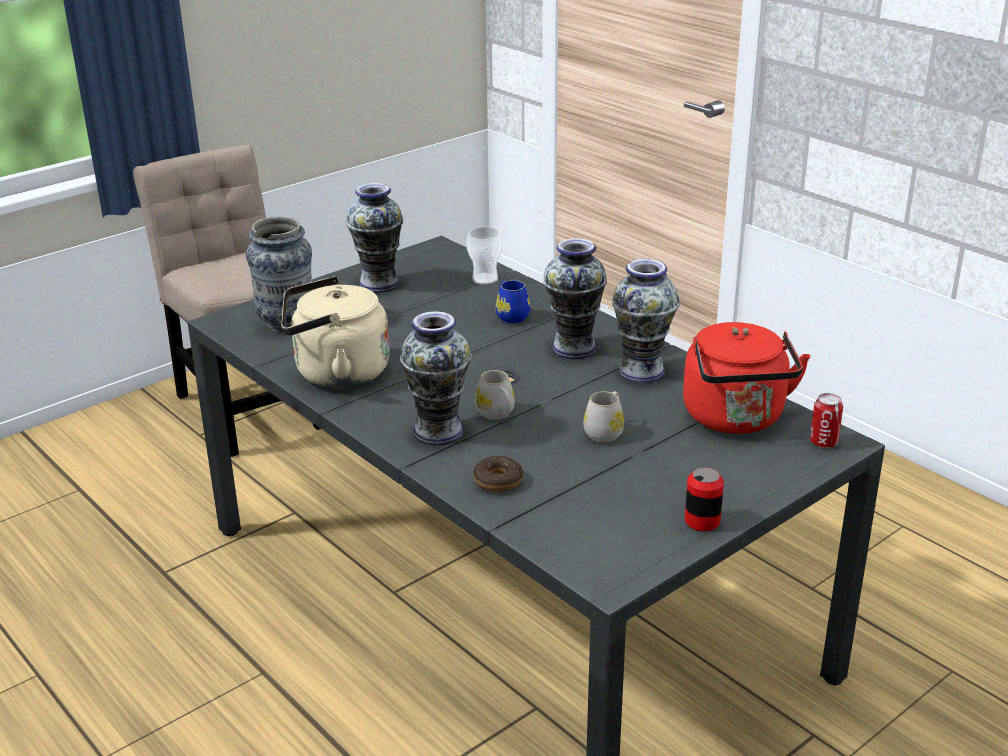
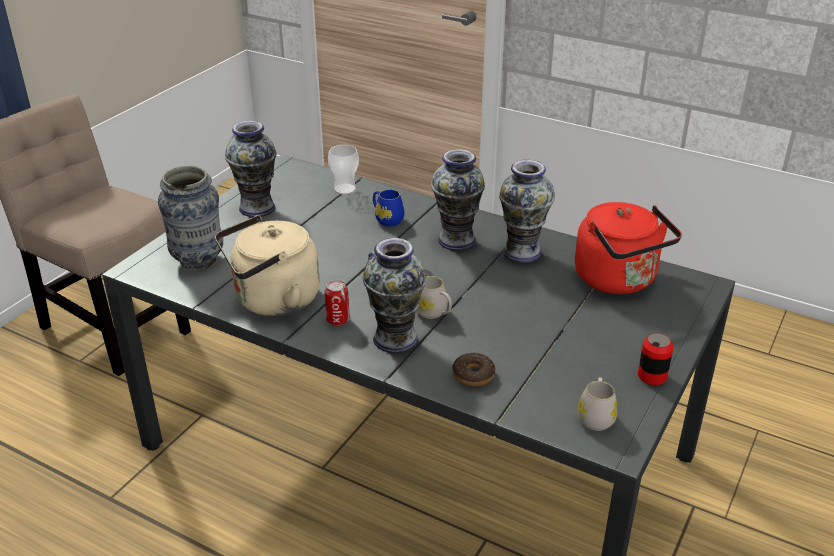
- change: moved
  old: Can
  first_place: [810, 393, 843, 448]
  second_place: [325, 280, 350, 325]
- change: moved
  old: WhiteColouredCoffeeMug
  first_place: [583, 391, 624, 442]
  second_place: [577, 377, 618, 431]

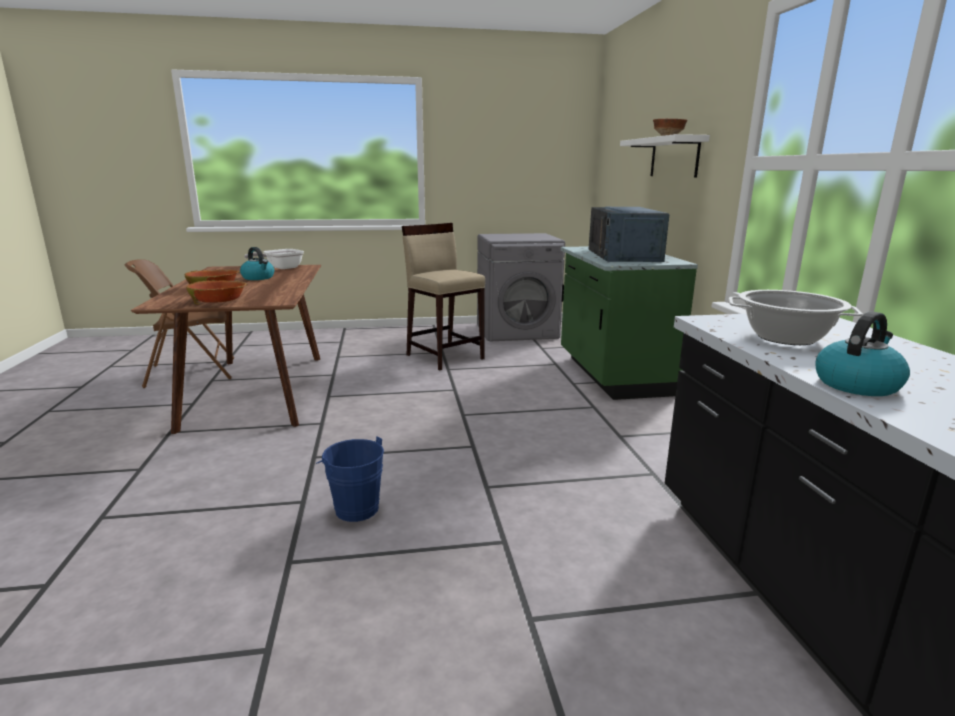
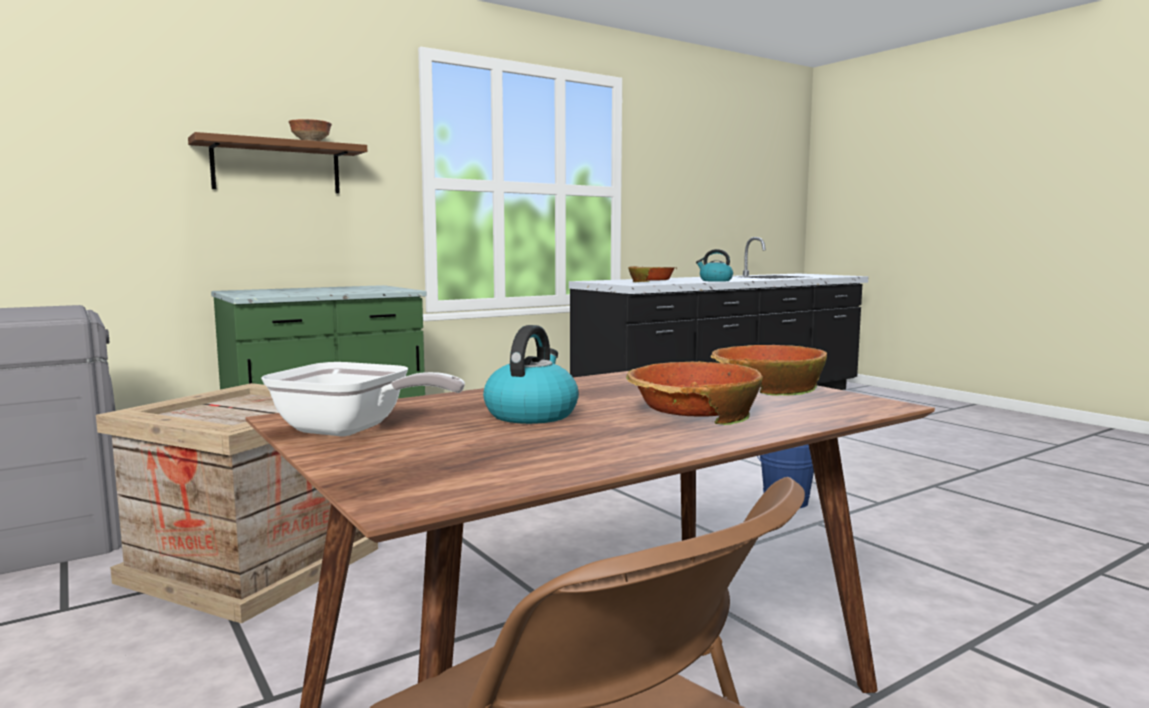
- change: replaced
  old: SandColouredStool
  new: PackingCrate
  first_place: [402, 223, 485, 370]
  second_place: [96, 383, 378, 623]
- change: recoloured
  old: WhiteColouredBracketShelf
  new: BrownishBracketShelf
  first_place: [620, 134, 710, 177]
  second_place: [188, 132, 367, 194]
- change: replaced
  old: CookingPot
  new: DeepDish
  first_place: [729, 290, 863, 345]
  second_place: [628, 266, 677, 282]
- change: removed
  old: BlueKitchenMicrowave
  first_place: [588, 207, 670, 262]

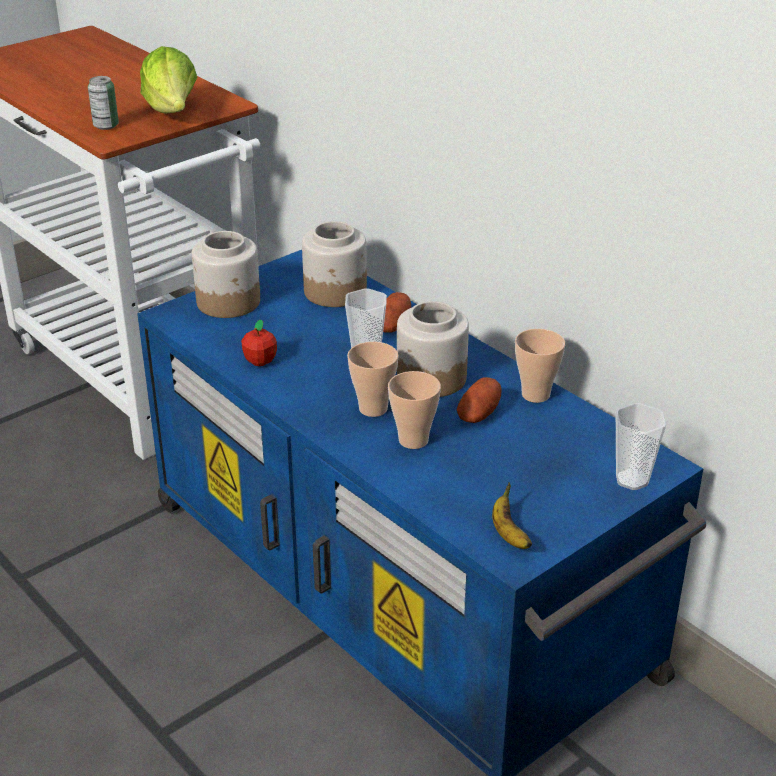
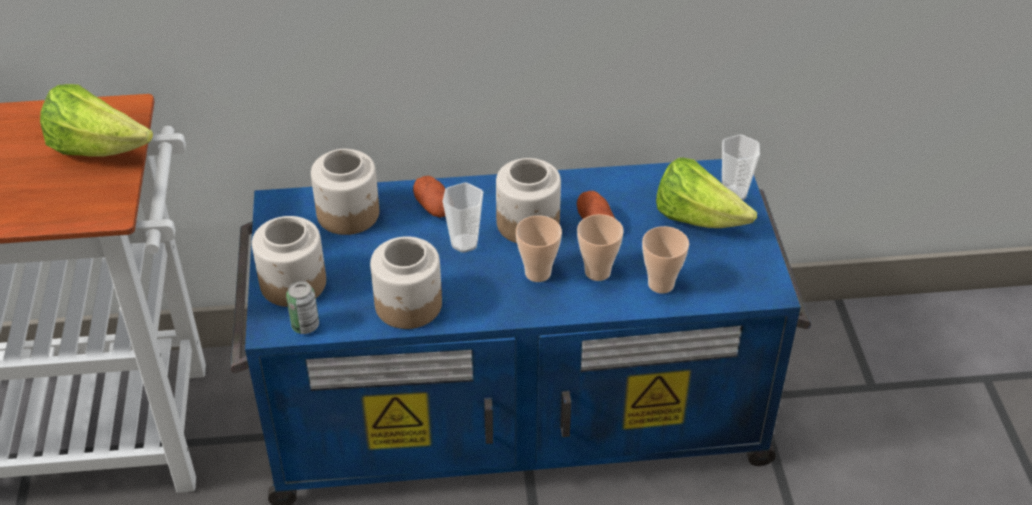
- change: moved
  old: Can
  first_place: [88, 76, 119, 130]
  second_place: [286, 281, 319, 334]
- change: replaced
  old: Apple
  new: Jar
  first_place: [241, 320, 277, 366]
  second_place: [370, 236, 442, 329]
- change: moved
  old: Cup
  first_place: [515, 329, 565, 403]
  second_place: [642, 226, 689, 293]
- change: added
  new: LettuceHead
  second_place: [656, 158, 757, 228]
- change: removed
  old: WholeBanana
  first_place: [492, 482, 532, 549]

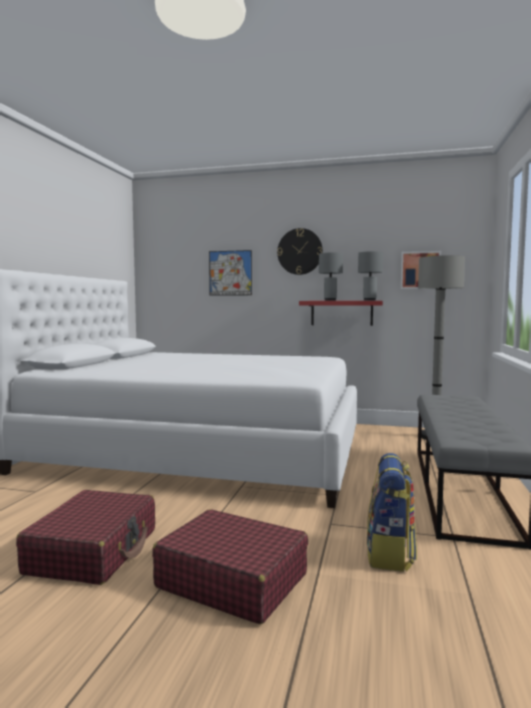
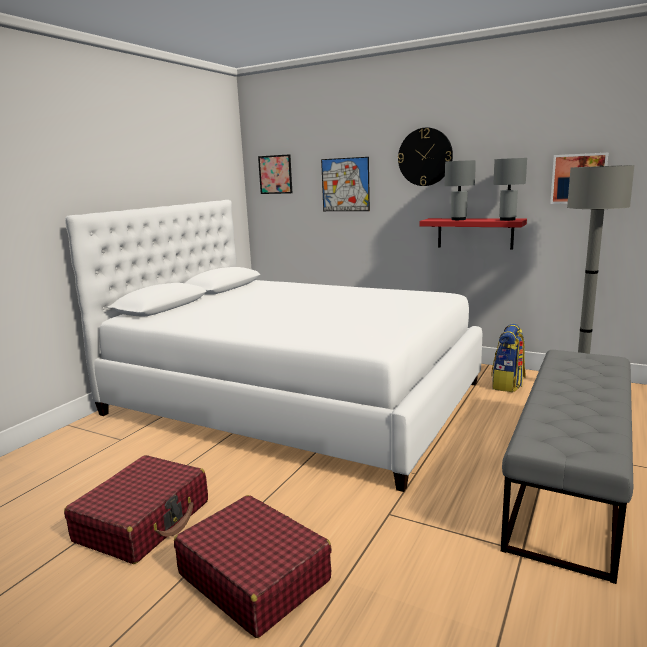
- change: added
  new: Picture
  second_place: [258, 154, 292, 194]
- change: moved
  old: Backpack
  first_place: [367, 453, 417, 572]
  second_place: [491, 324, 526, 392]

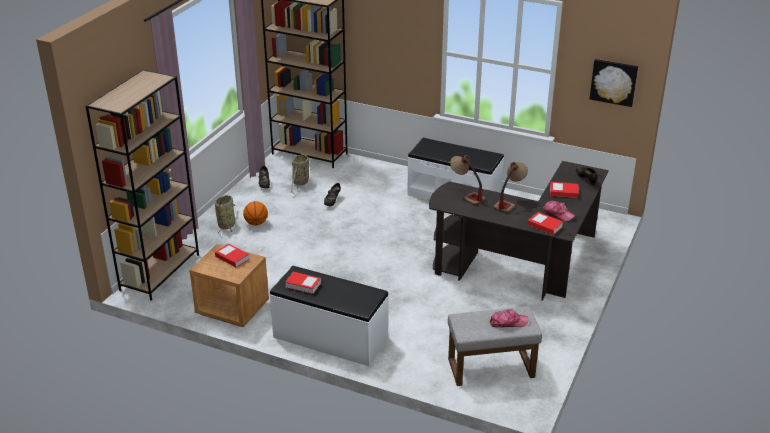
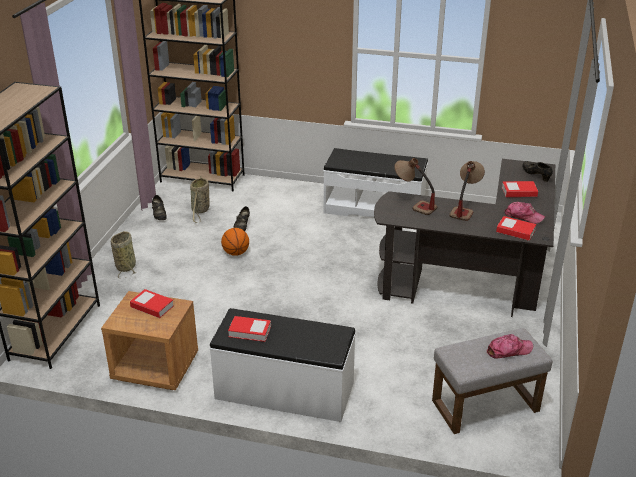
- change: moved
  old: Basketball
  first_place: [243, 201, 268, 226]
  second_place: [221, 228, 249, 256]
- change: removed
  old: Picture
  first_place: [590, 59, 638, 107]

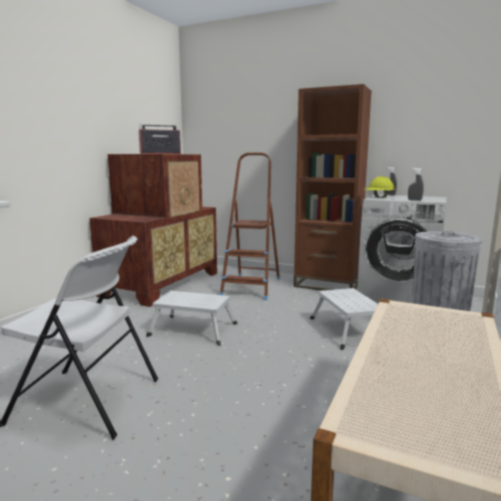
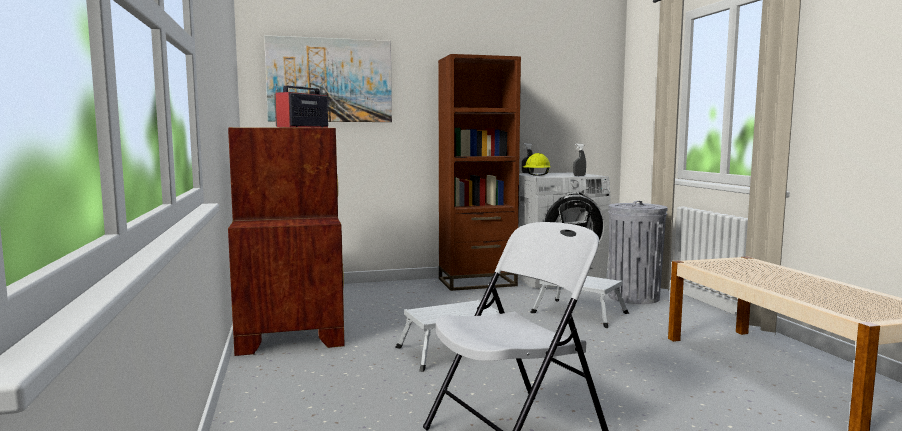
- change: added
  new: Picture
  second_place: [264, 35, 392, 122]
- change: removed
  old: BrownishStepStool
  first_place: [220, 153, 280, 300]

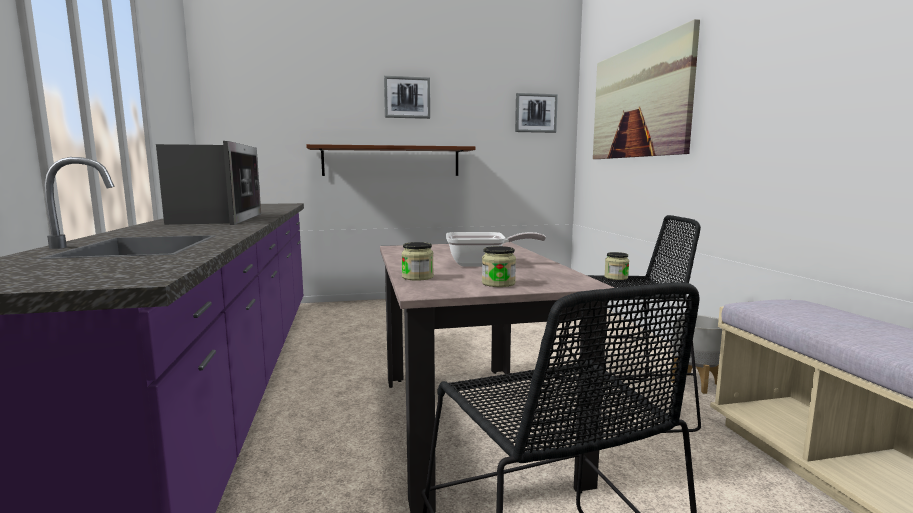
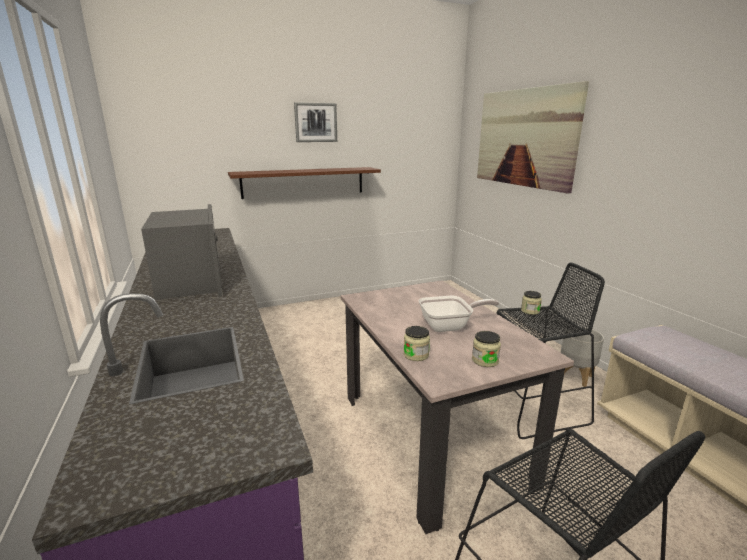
- change: removed
  old: Picture
  first_place: [515, 93, 558, 133]

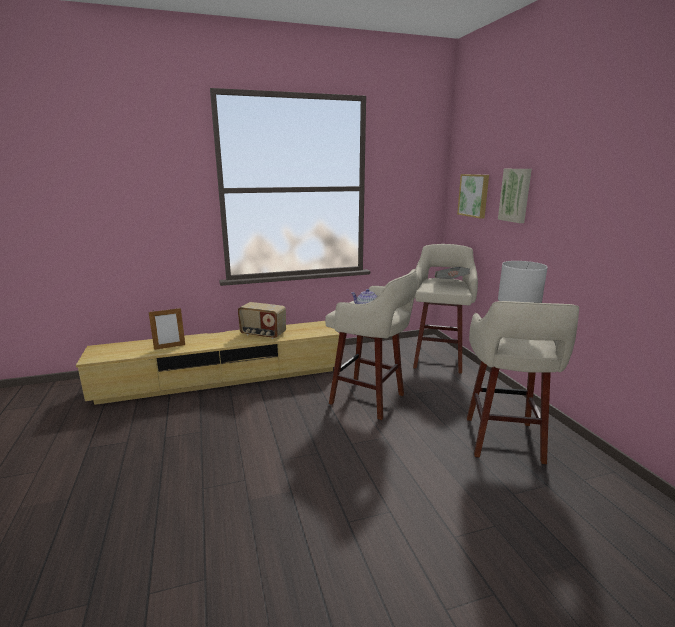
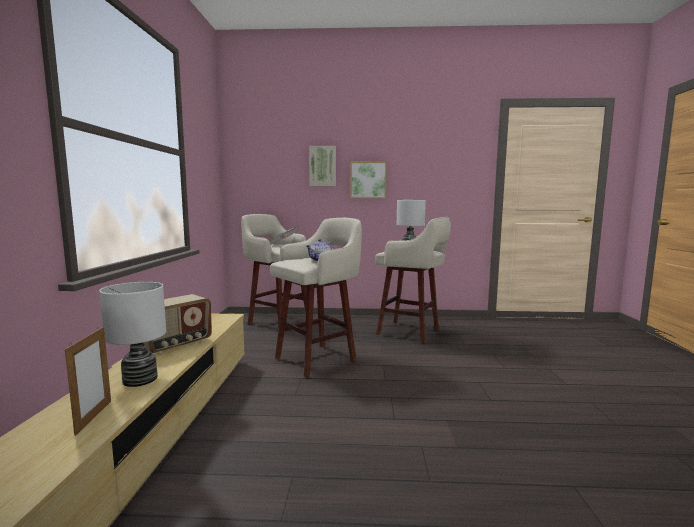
- change: added
  new: GrayTabletopLamp
  second_place: [99, 282, 166, 387]
- change: moved
  old: Picture
  first_place: [457, 174, 489, 219]
  second_place: [350, 162, 387, 198]

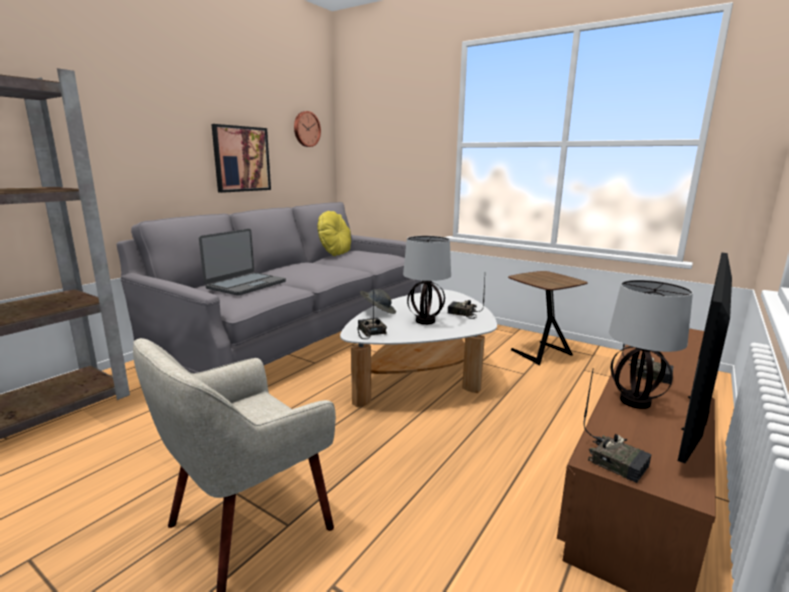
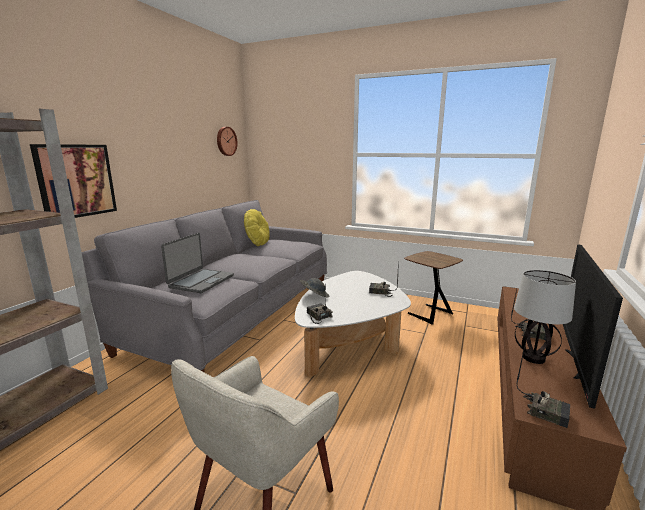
- change: moved
  old: Picture
  first_place: [211, 124, 271, 193]
  second_place: [30, 144, 117, 218]
- change: removed
  old: TabletopLamp
  first_place: [403, 236, 451, 325]

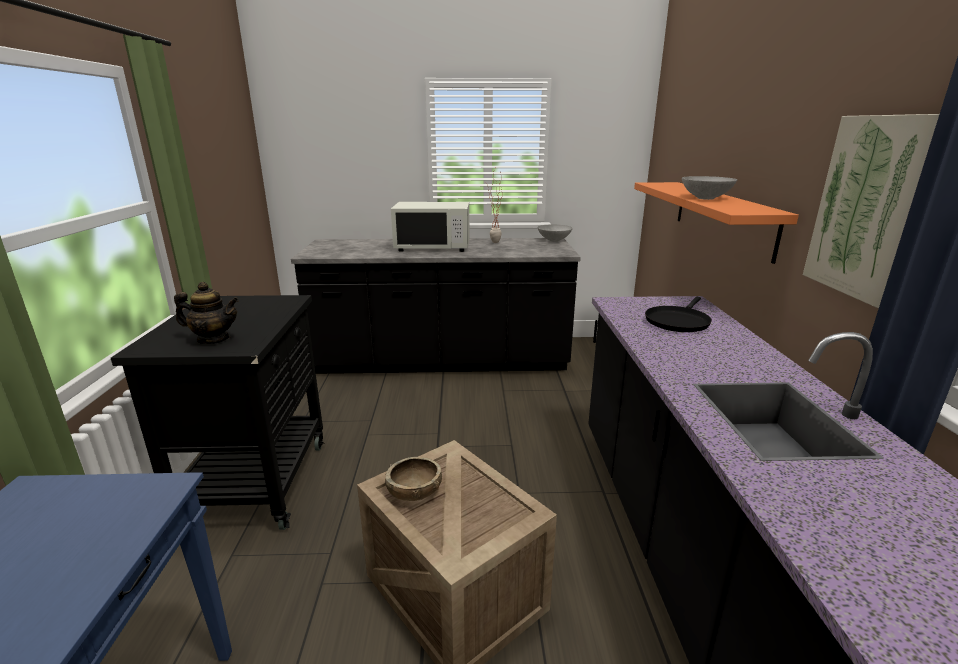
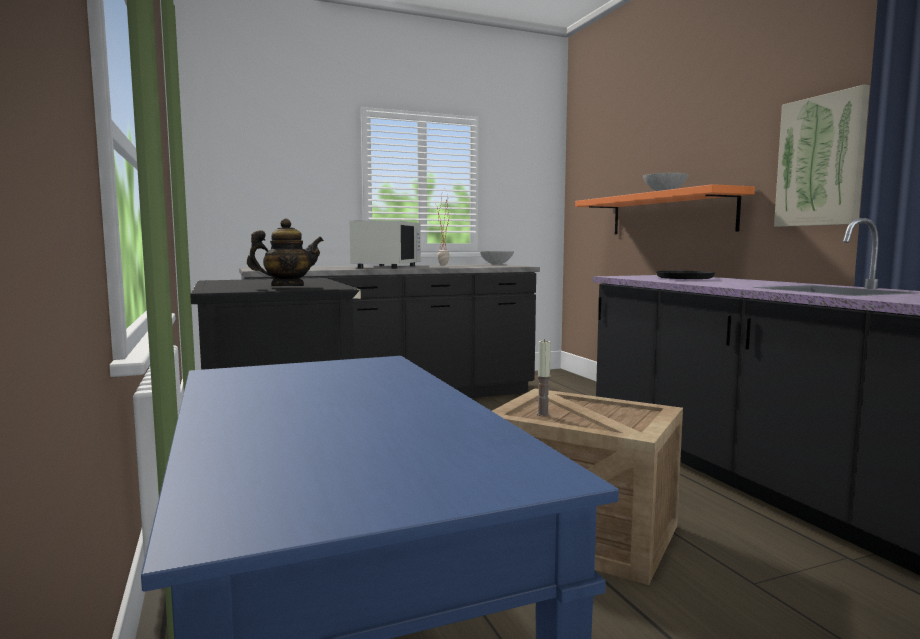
- change: turned
  old: WhiteColouredKitchenMicrowave
  first_place: [391, 202, 469, 252]
  second_place: [349, 220, 421, 269]
  degrees: -60
- change: replaced
  old: BrownishDeepDish
  new: WaxCandle
  first_place: [385, 457, 442, 501]
  second_place: [537, 339, 551, 417]

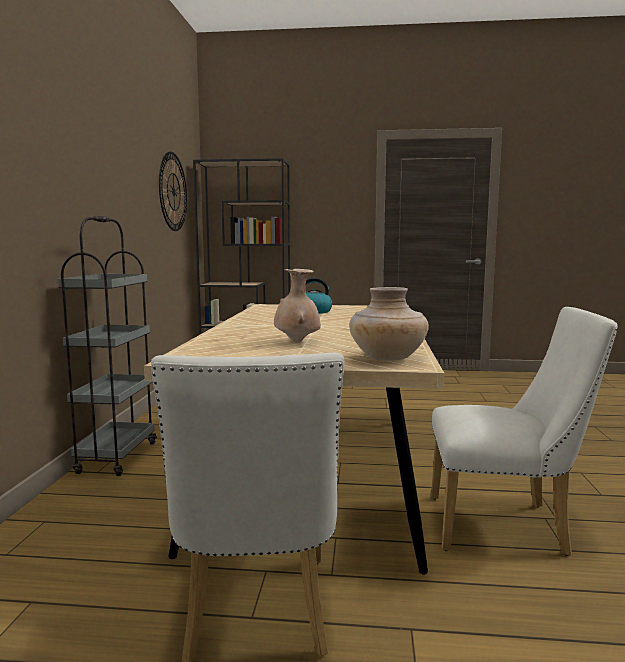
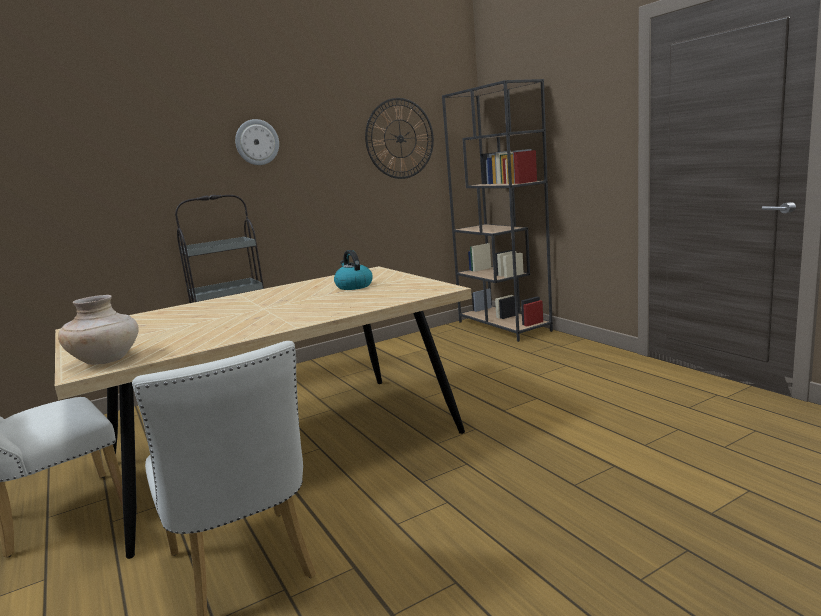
- change: added
  new: ClockOnTheWall
  second_place: [235, 119, 279, 165]
- change: removed
  old: SandColouredFlowerVase
  first_place: [274, 269, 321, 343]

